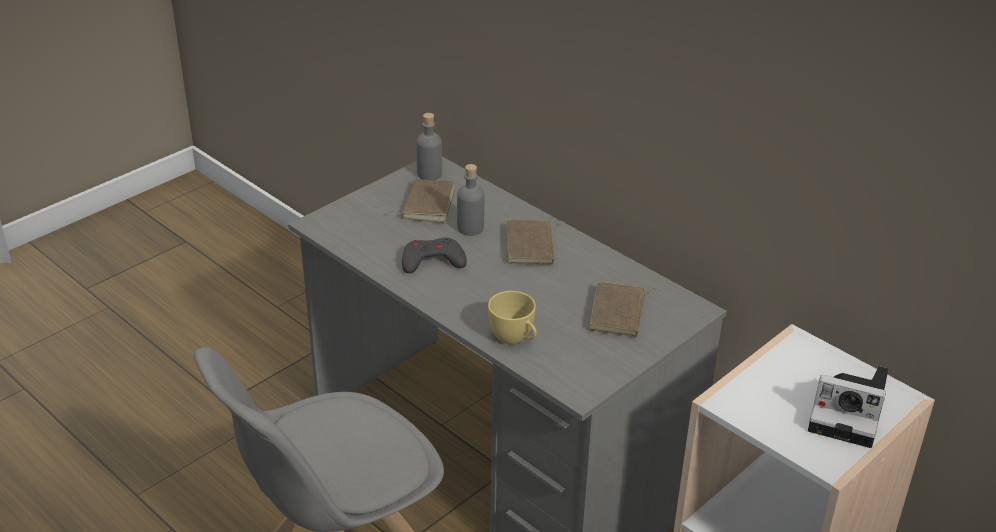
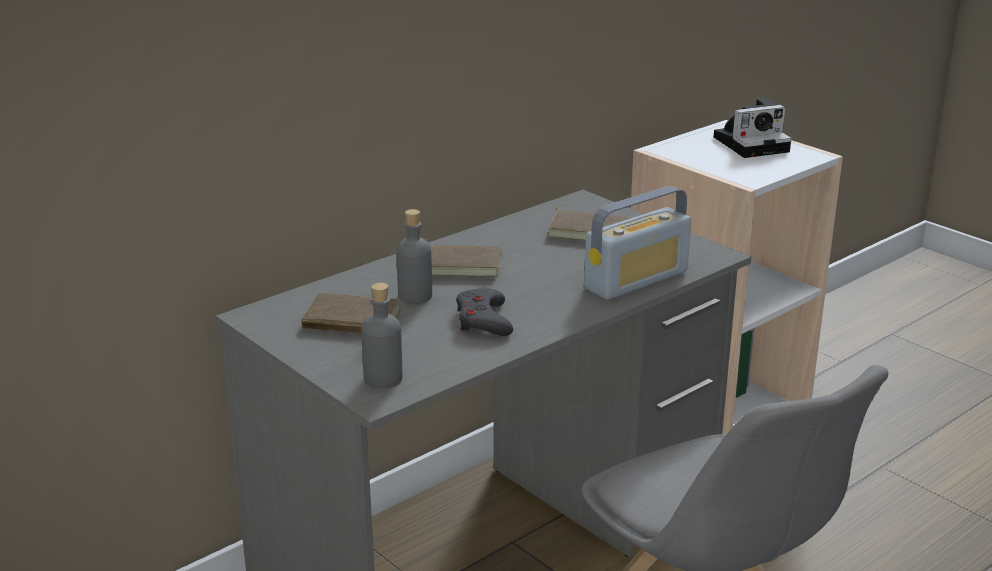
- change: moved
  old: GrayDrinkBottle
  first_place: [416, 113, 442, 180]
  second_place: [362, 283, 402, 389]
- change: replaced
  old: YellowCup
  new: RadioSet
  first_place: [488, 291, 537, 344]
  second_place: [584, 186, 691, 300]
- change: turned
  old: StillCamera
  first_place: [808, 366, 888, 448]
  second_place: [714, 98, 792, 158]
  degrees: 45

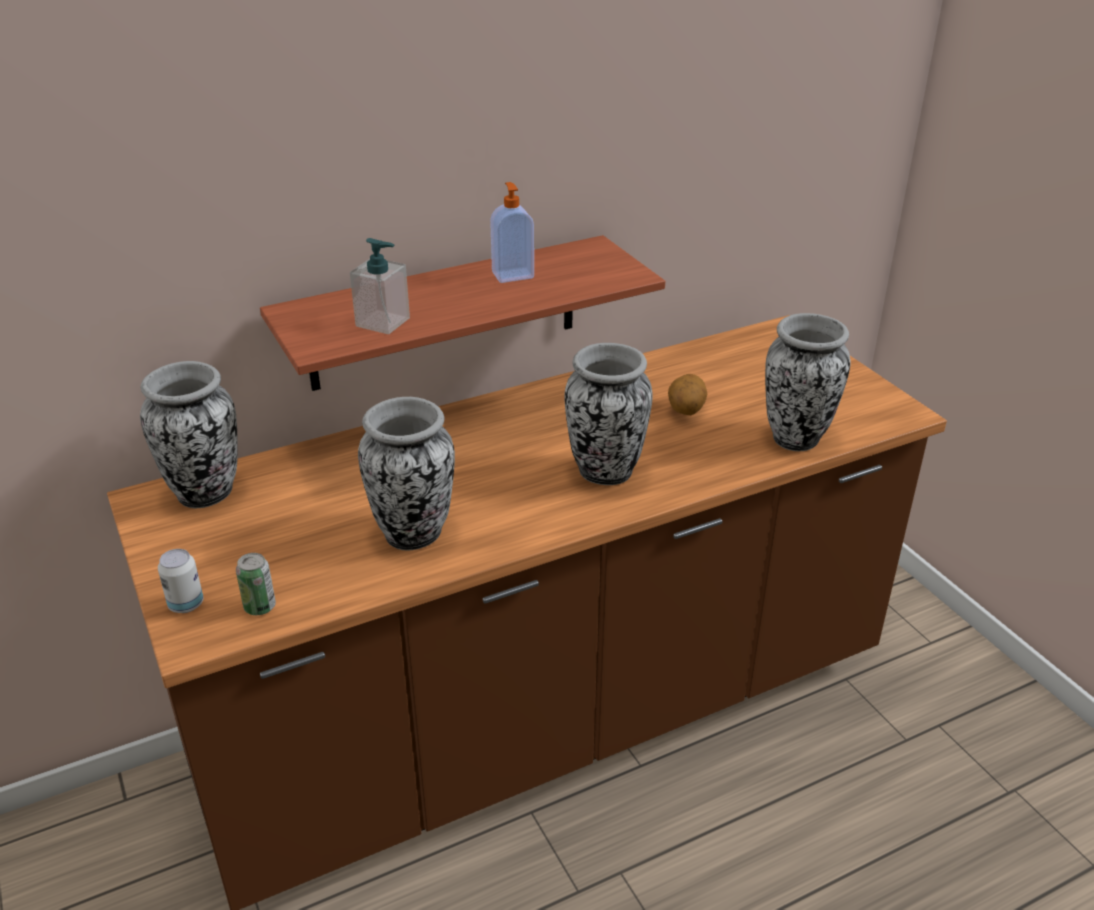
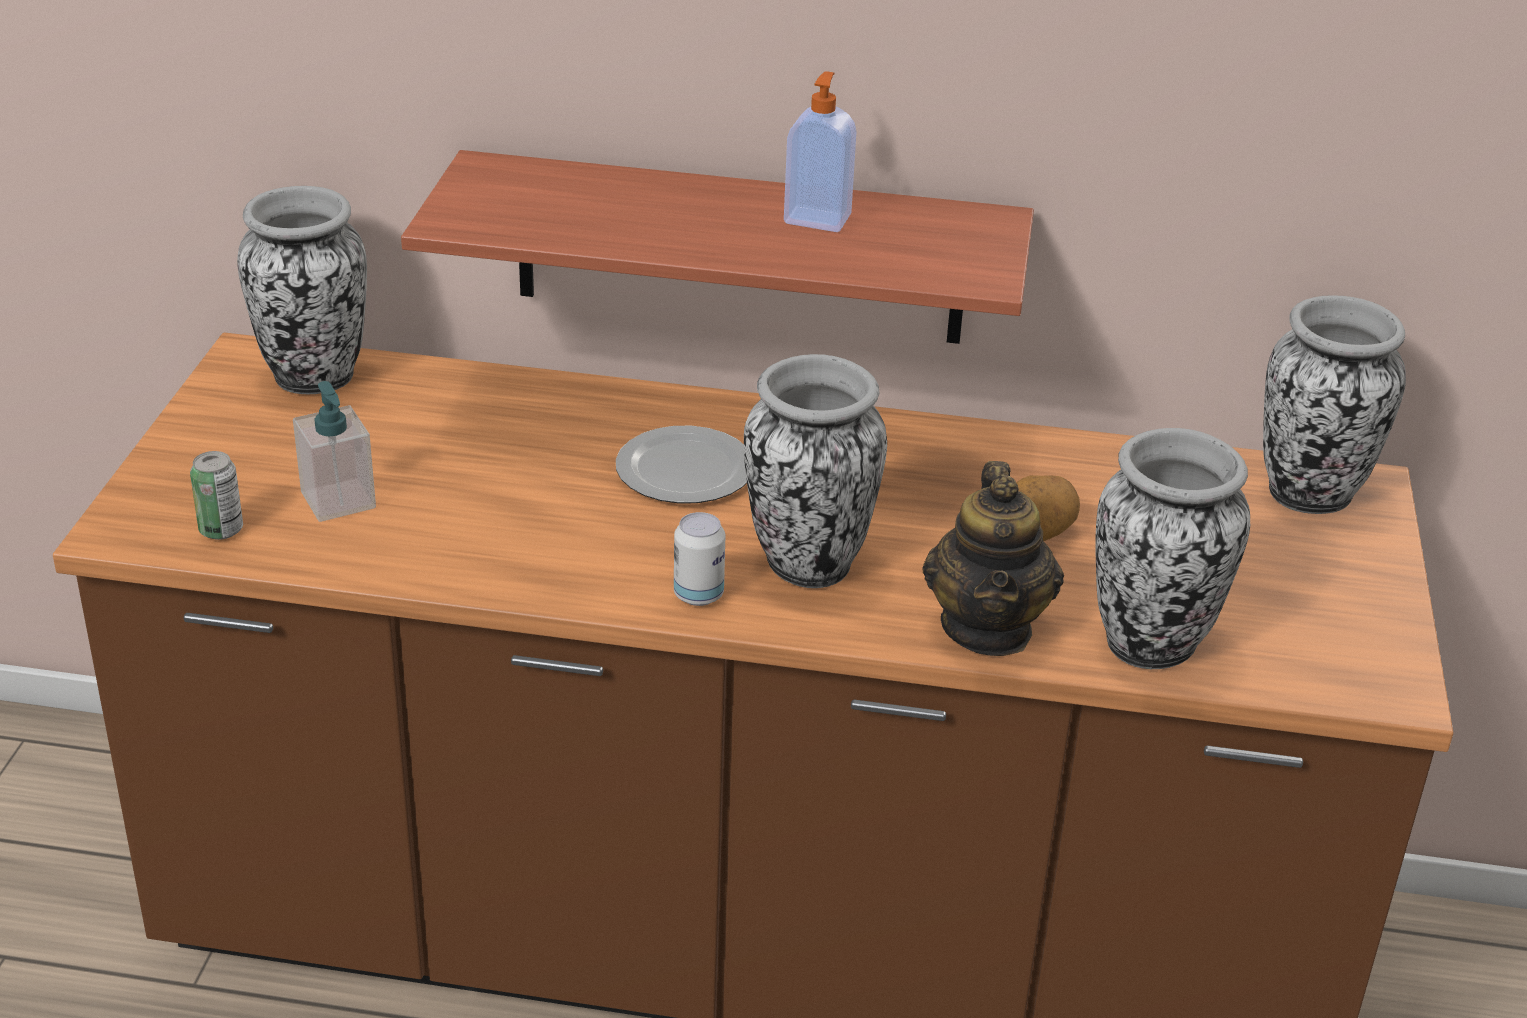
- change: moved
  old: SoapBottle
  first_place: [350, 238, 410, 334]
  second_place: [293, 381, 376, 522]
- change: added
  new: Plate
  second_place: [616, 426, 747, 504]
- change: moved
  old: Can
  first_place: [158, 549, 204, 613]
  second_place: [674, 512, 726, 606]
- change: added
  new: Teapot
  second_place: [923, 461, 1064, 656]
- change: moved
  old: FlowerVase
  first_place: [358, 397, 455, 551]
  second_place: [1263, 295, 1406, 514]

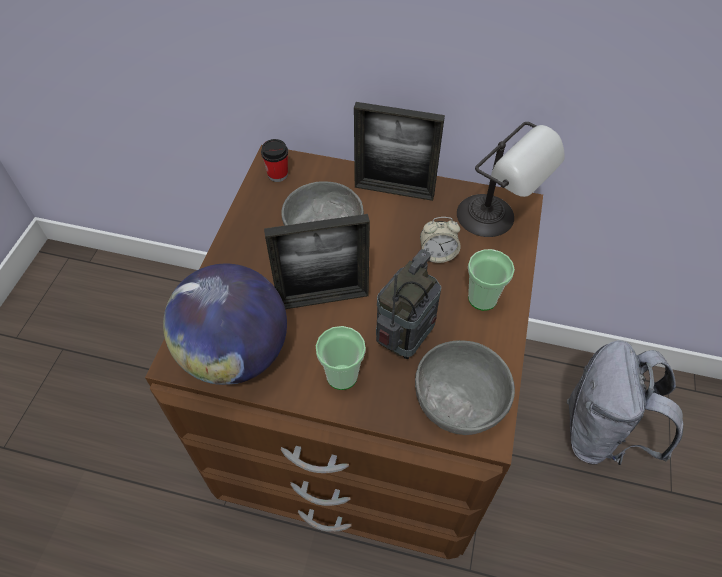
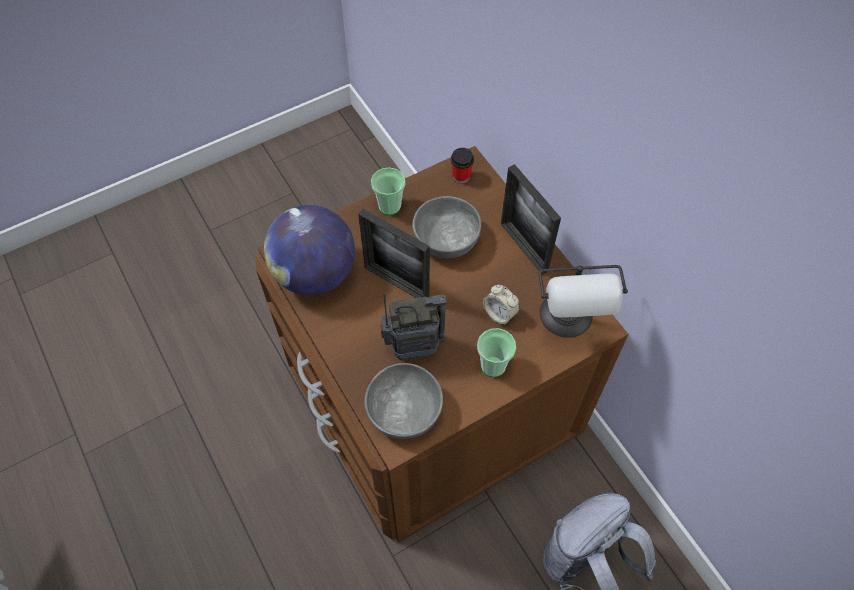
- change: moved
  old: Cup
  first_place: [316, 326, 366, 390]
  second_place: [371, 167, 405, 215]

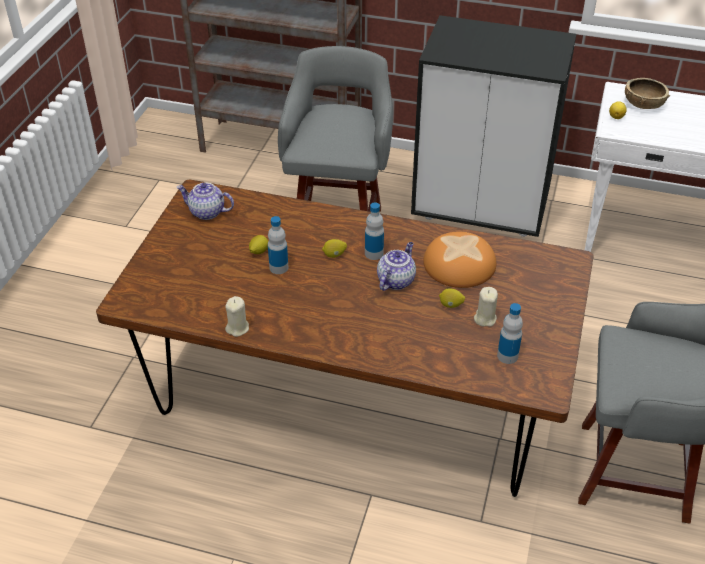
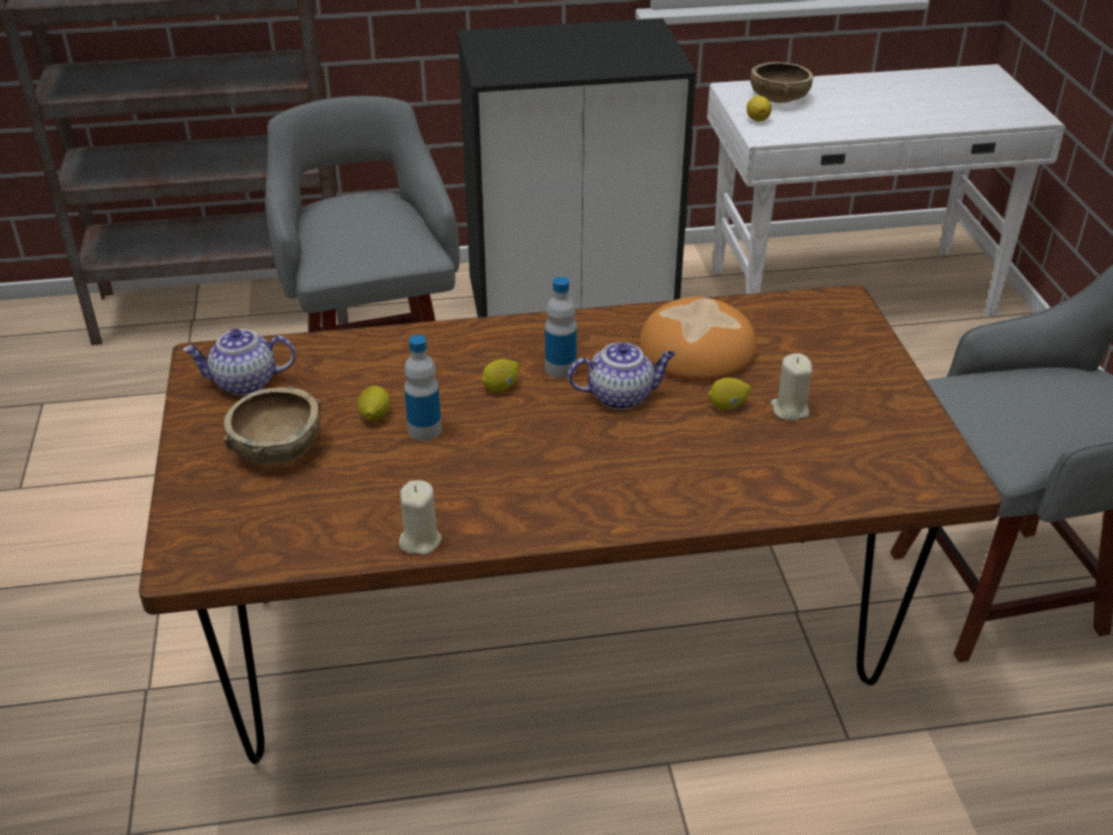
- change: added
  new: BrownishDeepDish
  second_place: [223, 386, 322, 464]
- change: turned
  old: Teapot
  first_place: [377, 242, 416, 291]
  second_place: [568, 342, 675, 410]
  degrees: 75
- change: removed
  old: DrinkBottle
  first_place: [497, 303, 523, 364]

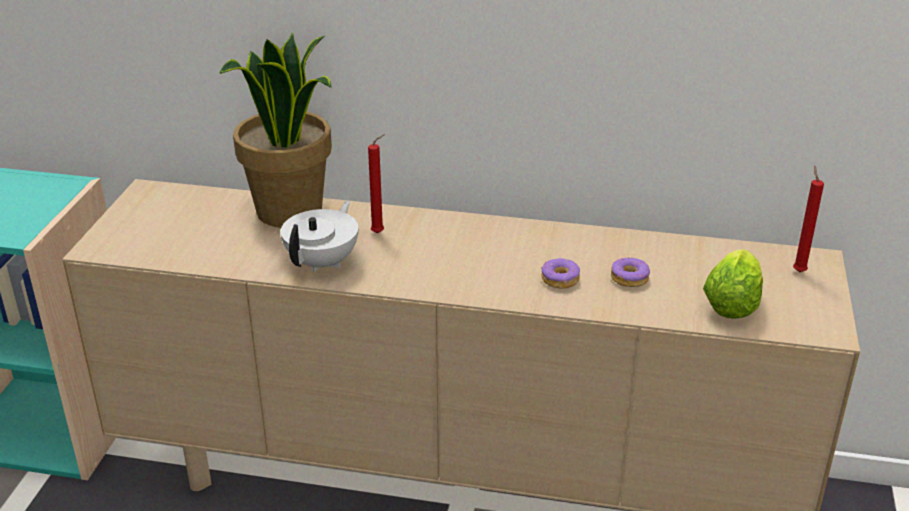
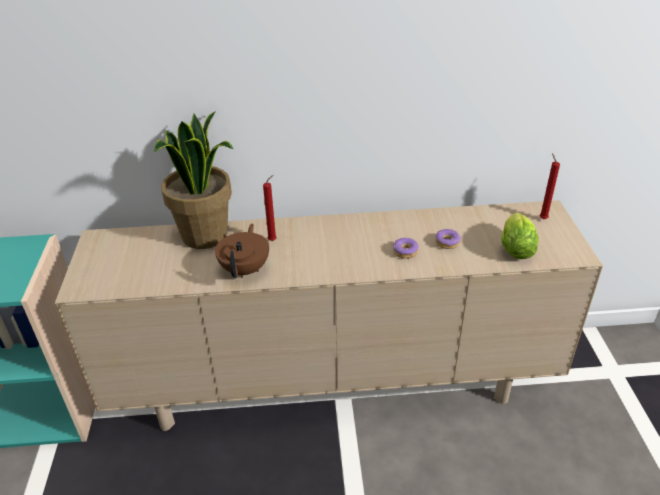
- change: recoloured
  old: WhiteColouredTeapot
  new: BrownishTeapot
  first_place: [281, 201, 358, 272]
  second_place: [215, 224, 269, 278]

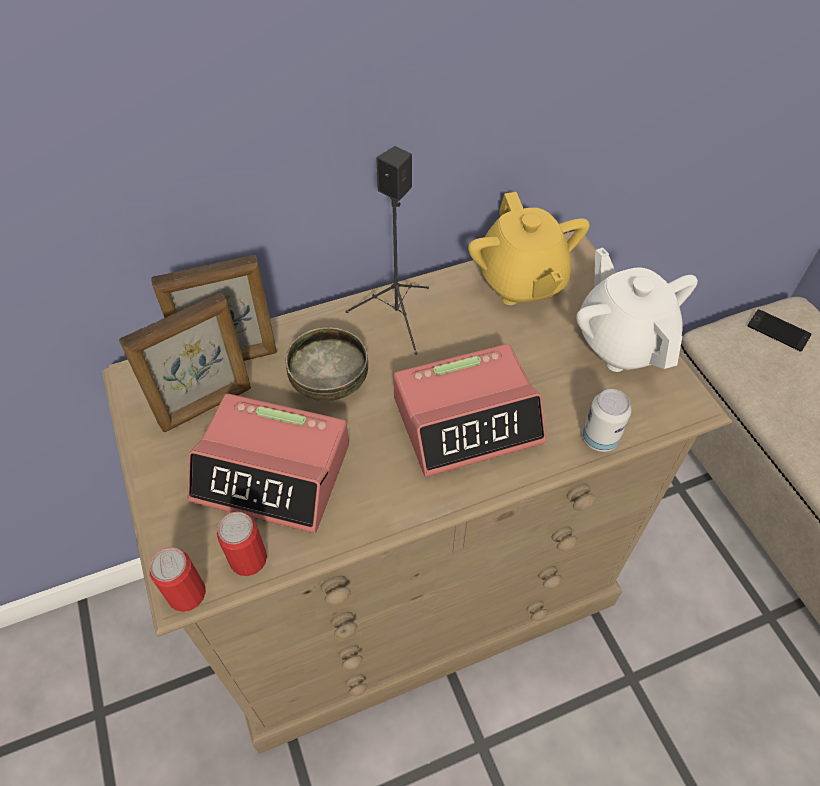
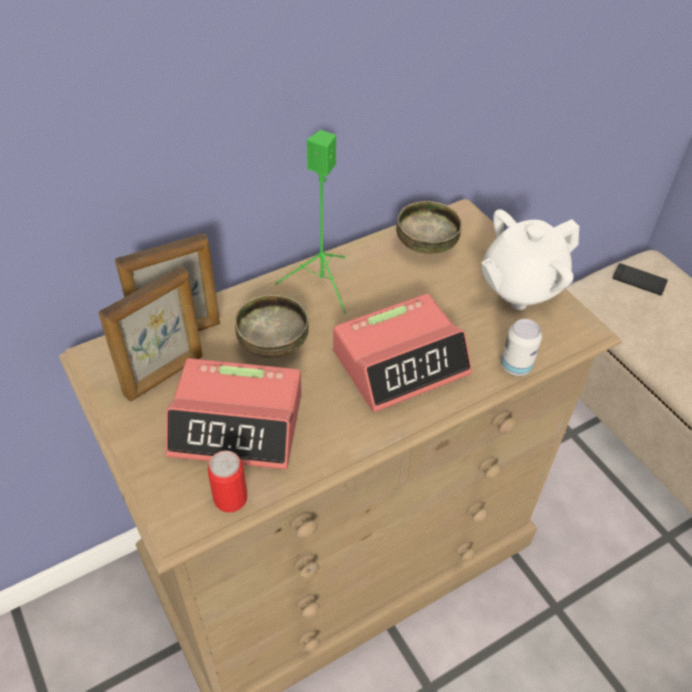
- change: recoloured
  old: BlackColouredSpeaker
  new: GreenishSpeaker
  first_place: [346, 146, 429, 355]
  second_place: [275, 130, 346, 314]
- change: replaced
  old: YellowTeapot
  new: DeepDish
  first_place: [468, 192, 590, 305]
  second_place: [396, 201, 462, 254]
- change: turned
  old: WhiteColouredTeapot
  first_place: [576, 248, 698, 372]
  second_place: [481, 209, 579, 310]
  degrees: -90
- change: removed
  old: Can
  first_place: [150, 547, 206, 612]

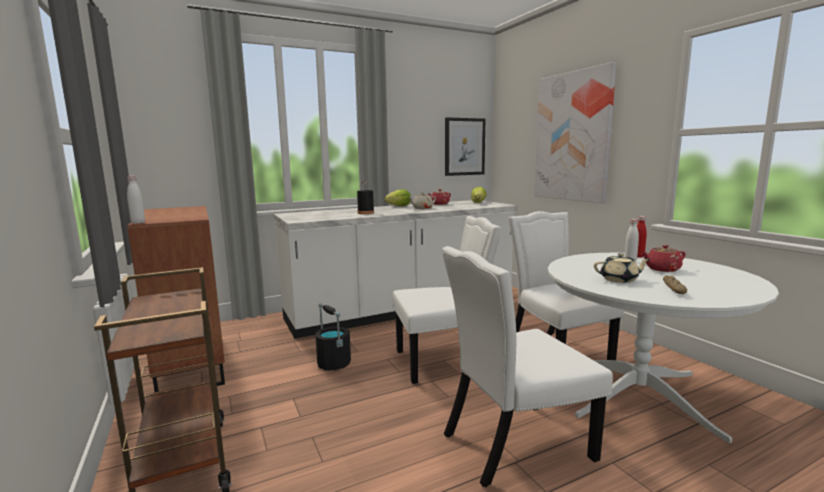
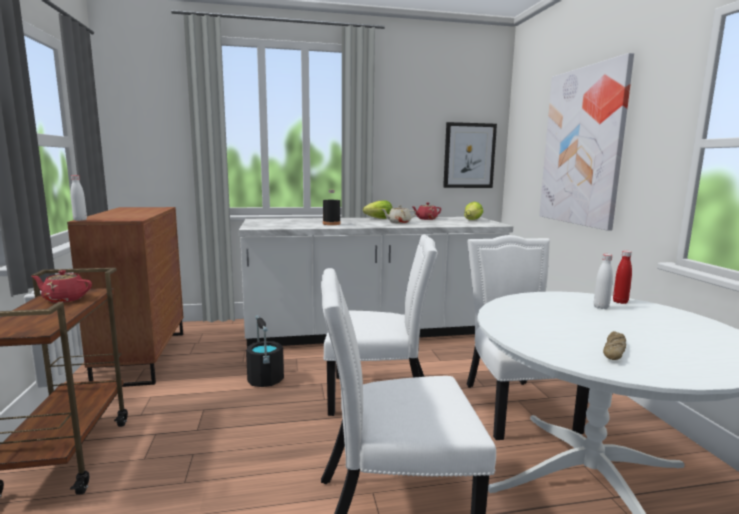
- change: moved
  old: RedTeapot
  first_place: [642, 245, 686, 272]
  second_place: [31, 270, 92, 303]
- change: removed
  old: SandColouredTeapot
  first_place: [594, 253, 650, 283]

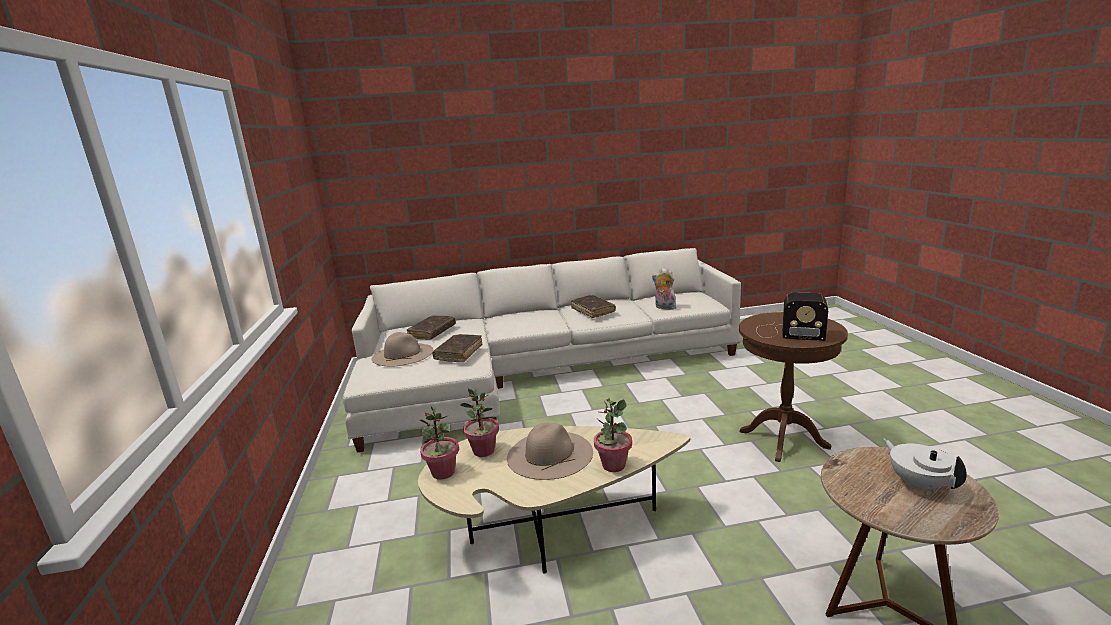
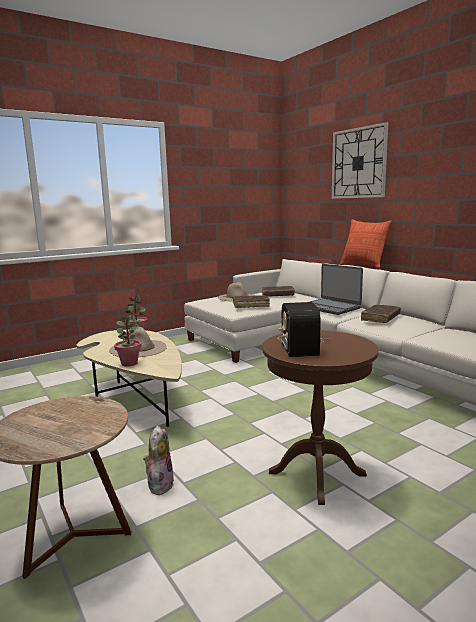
- change: moved
  old: PlushToy
  first_place: [652, 268, 679, 310]
  second_place: [143, 426, 174, 495]
- change: added
  new: NotebookComputer
  second_place: [310, 264, 363, 315]
- change: added
  new: ClockOnTheWall
  second_place: [332, 122, 388, 199]
- change: added
  new: OrangeThrowPillow
  second_place: [340, 219, 392, 269]
- change: removed
  old: PlantInAPot
  first_place: [420, 405, 459, 480]
- change: removed
  old: WhiteColouredTeapot
  first_place: [883, 438, 967, 492]

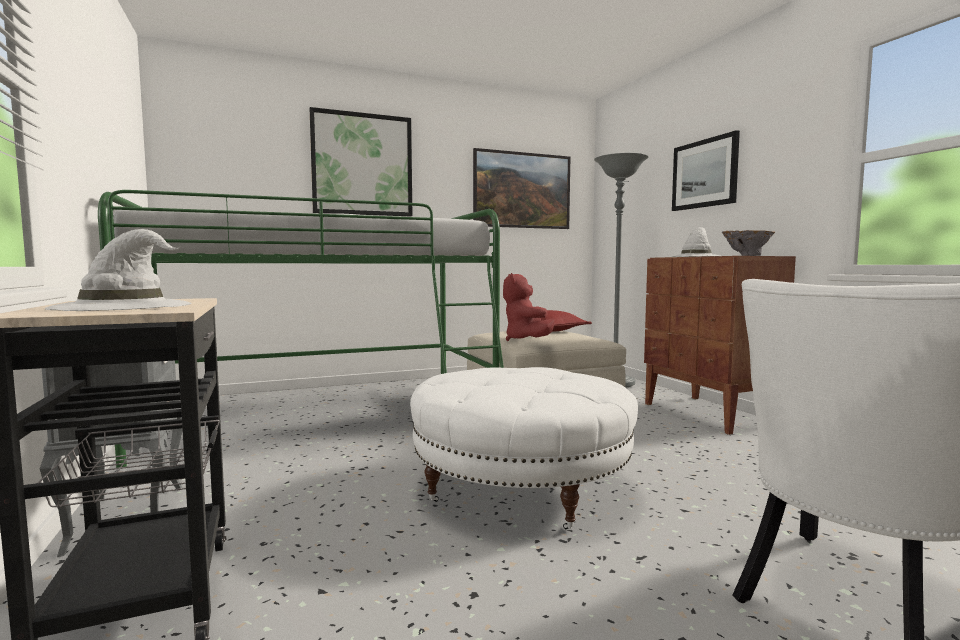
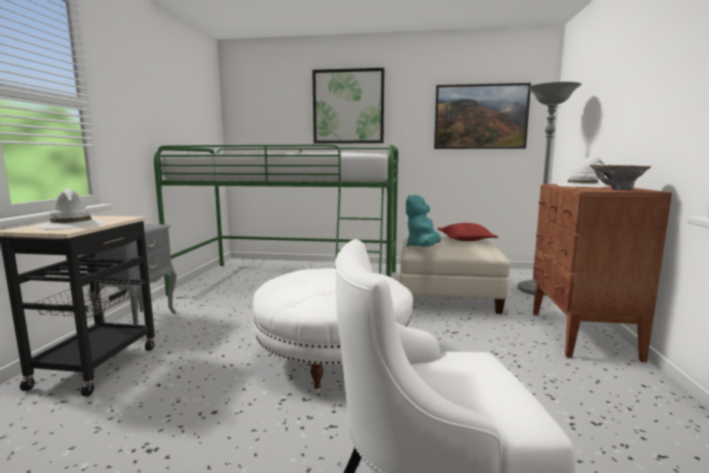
- change: recoloured
  old: RedPlushToy
  new: TurquoiseColouredPlushToy
  first_place: [503, 273, 555, 341]
  second_place: [406, 194, 441, 247]
- change: removed
  old: Picture
  first_place: [672, 130, 740, 211]

